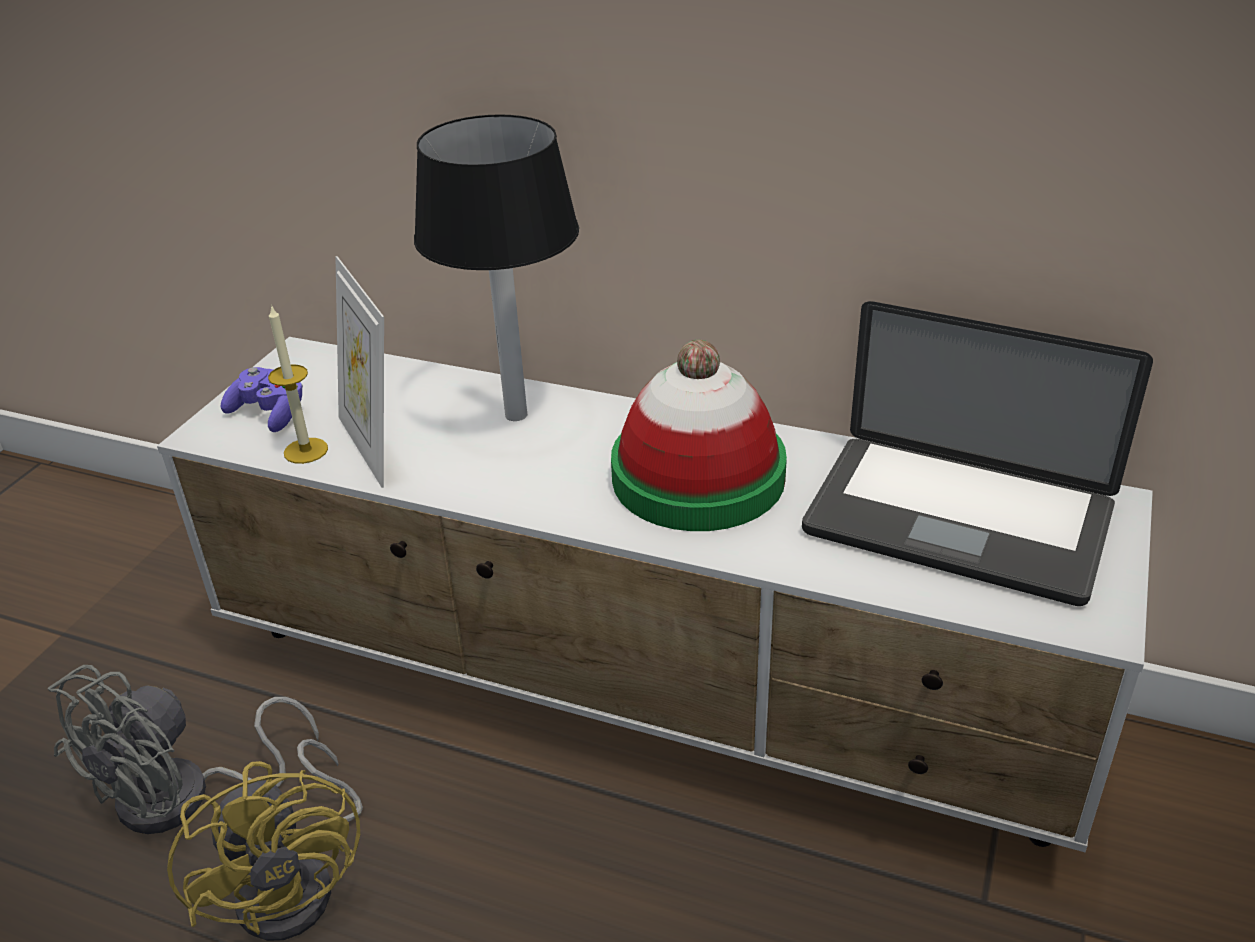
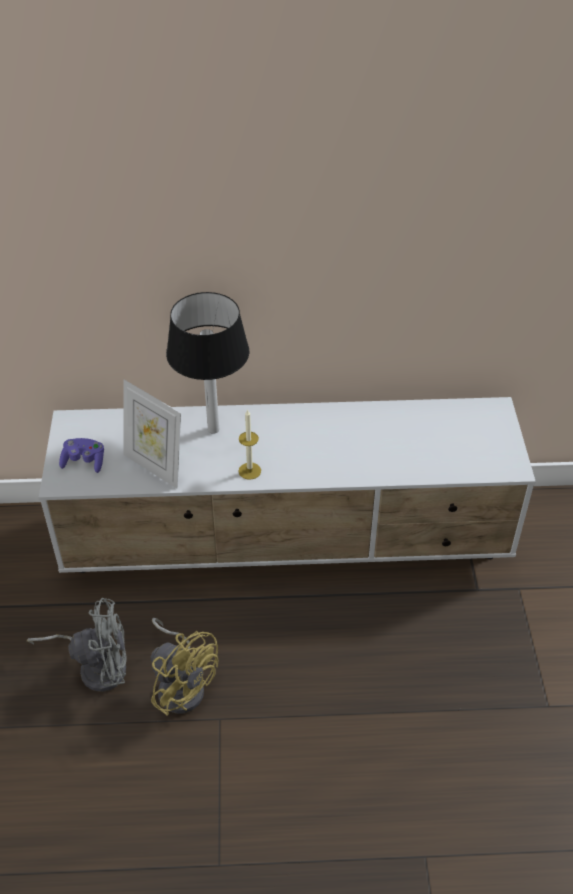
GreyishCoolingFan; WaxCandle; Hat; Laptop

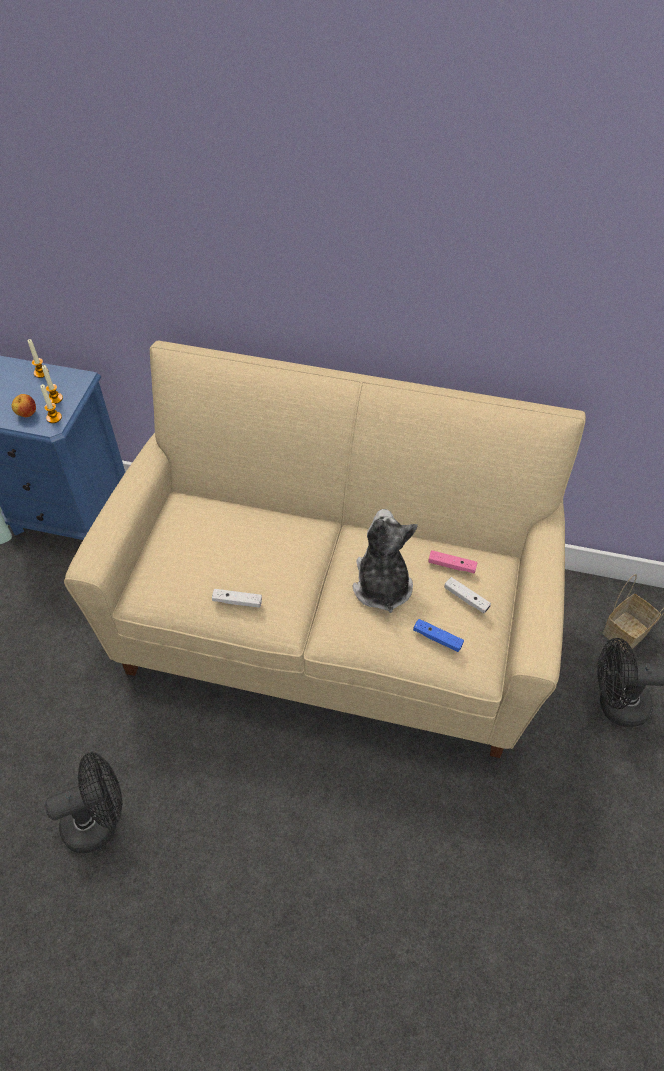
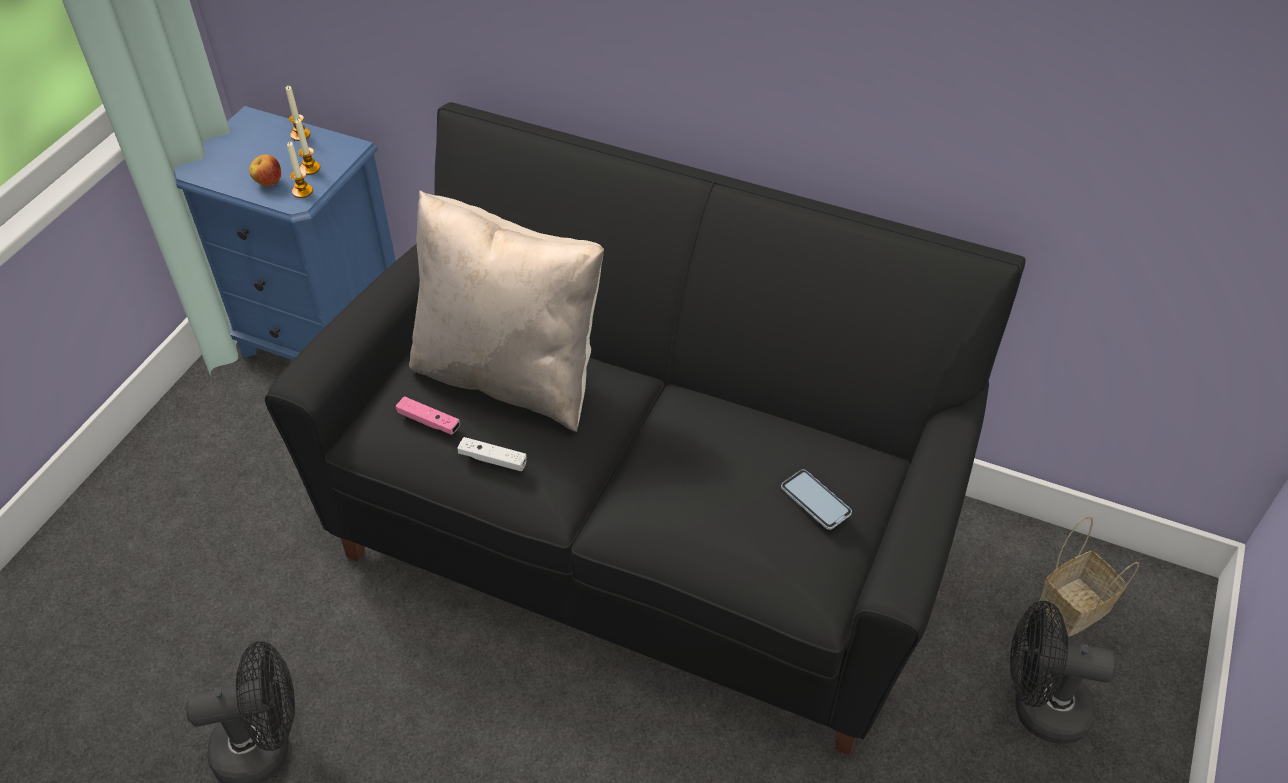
BlackCouch; PinkishGamepad; BeigeColouredCushion; Handset; SoftToy; BlueColouredGamepad

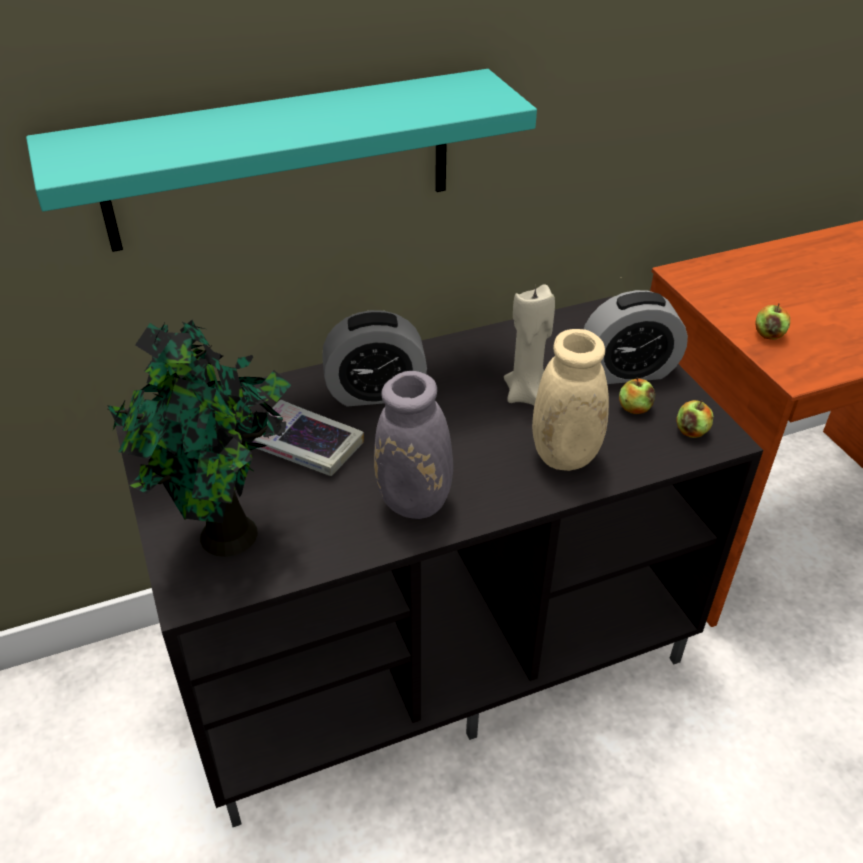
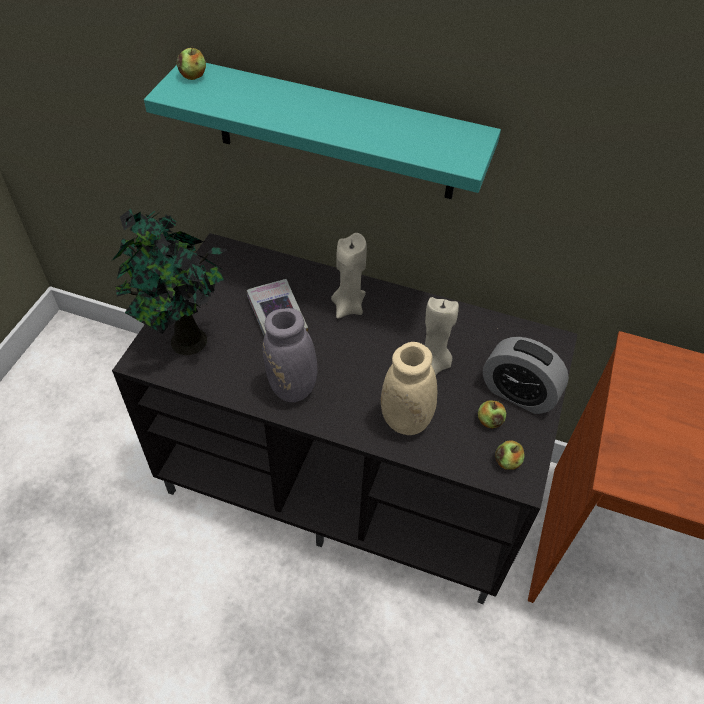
AppleFruit (no. 1 from left); BeigeColouredWaxCandle (no. 1 from left)

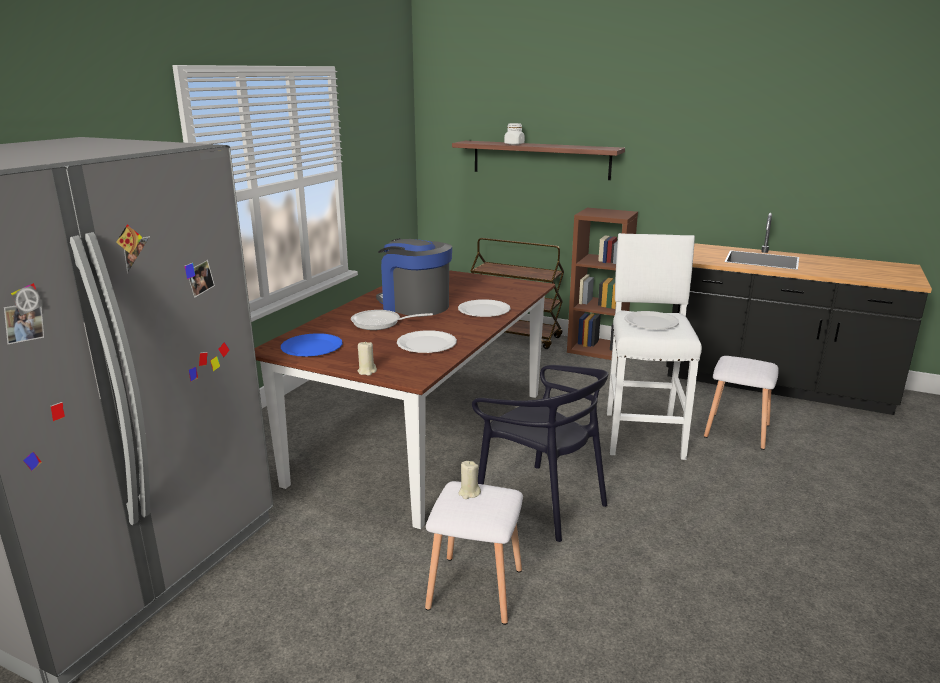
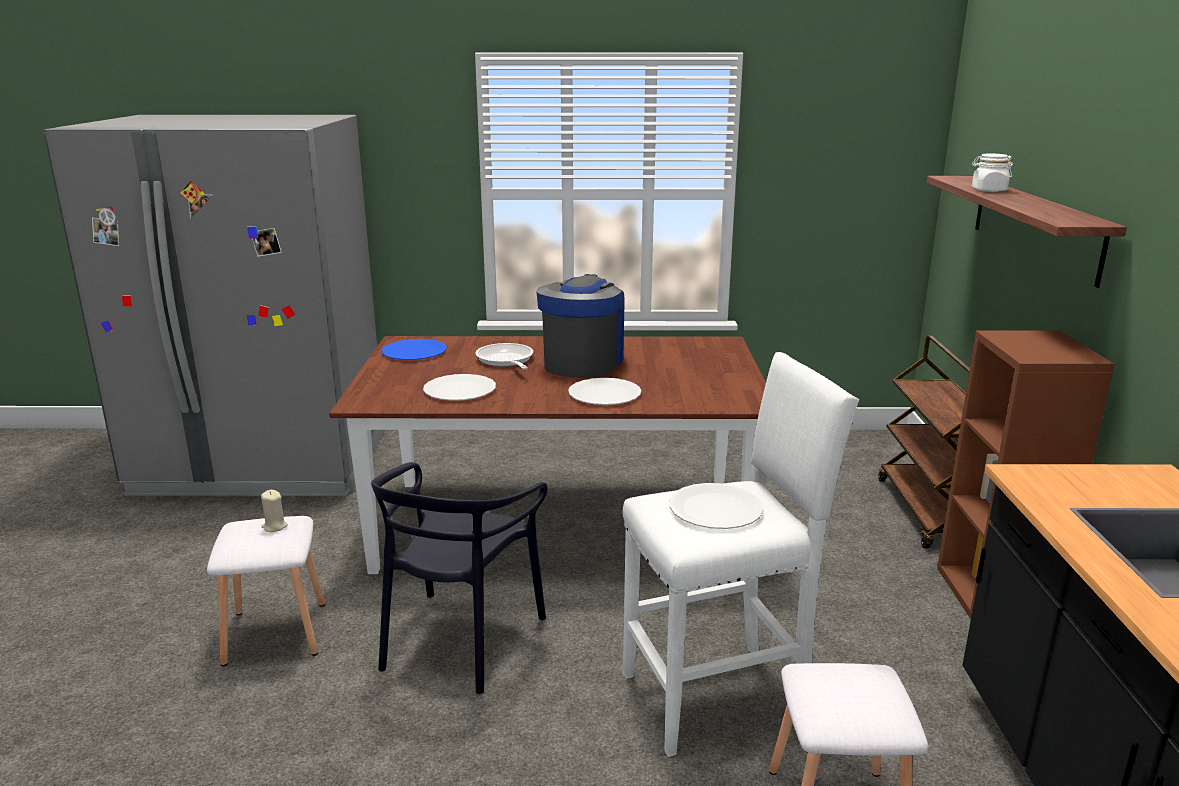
BeigeColouredWaxCandle (no. 1 from left in the first image)

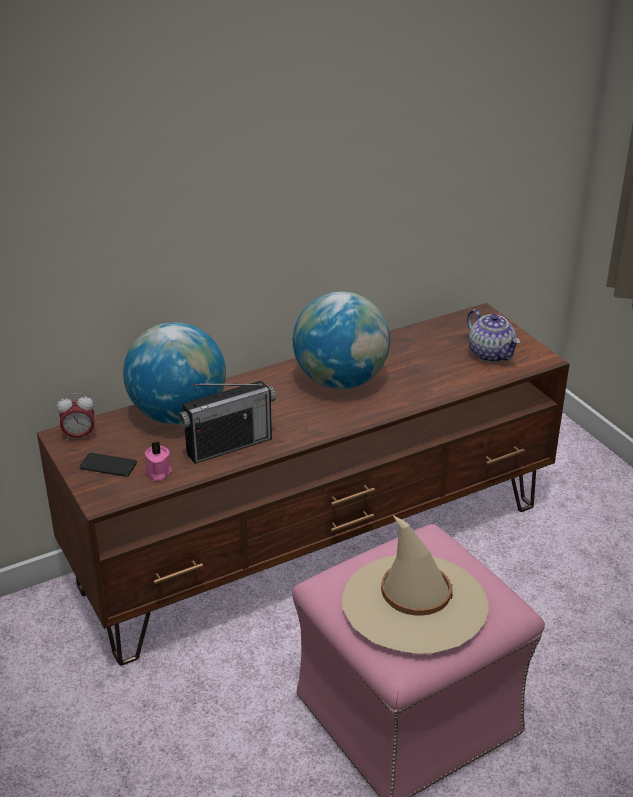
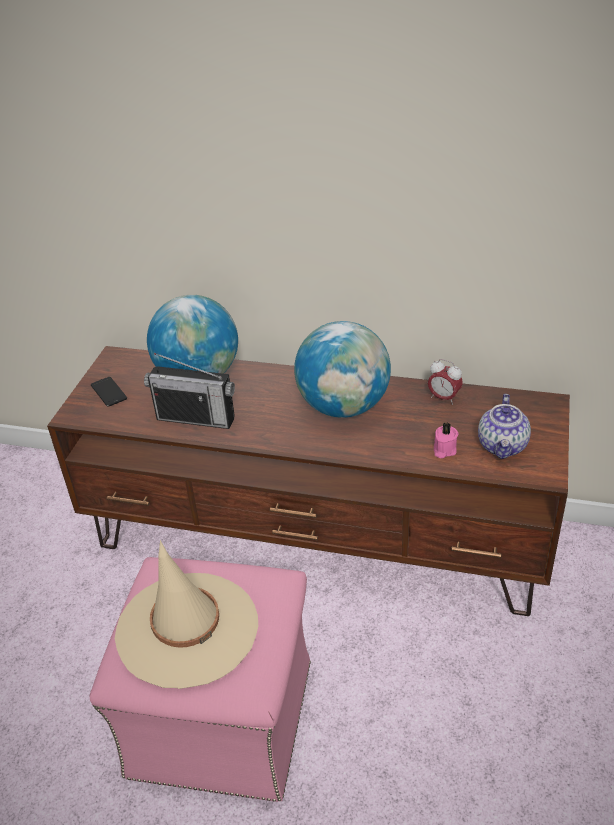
BedsideClock; PinkishWaxCandle

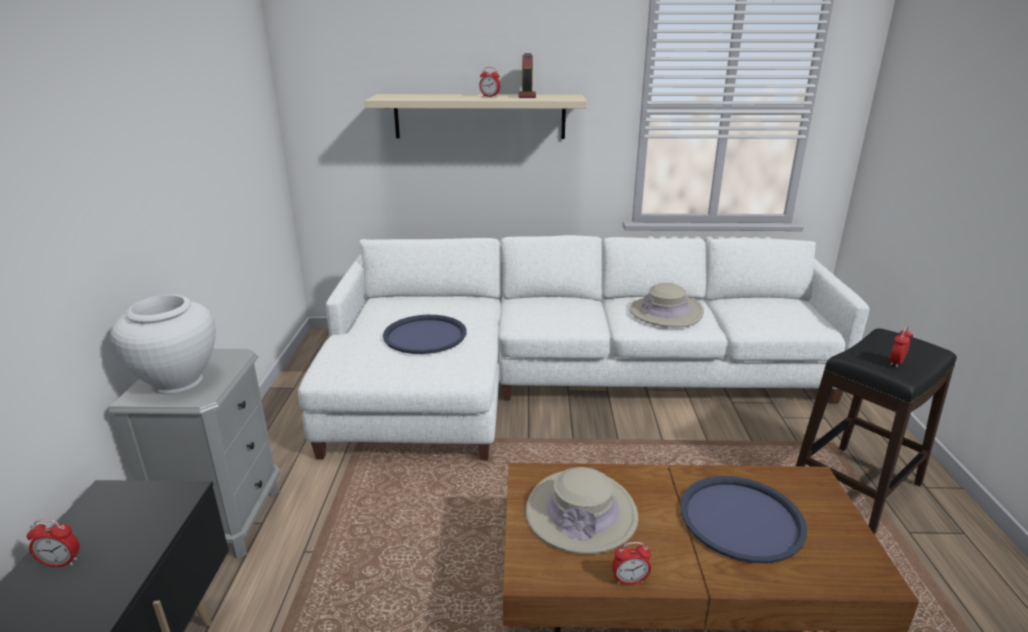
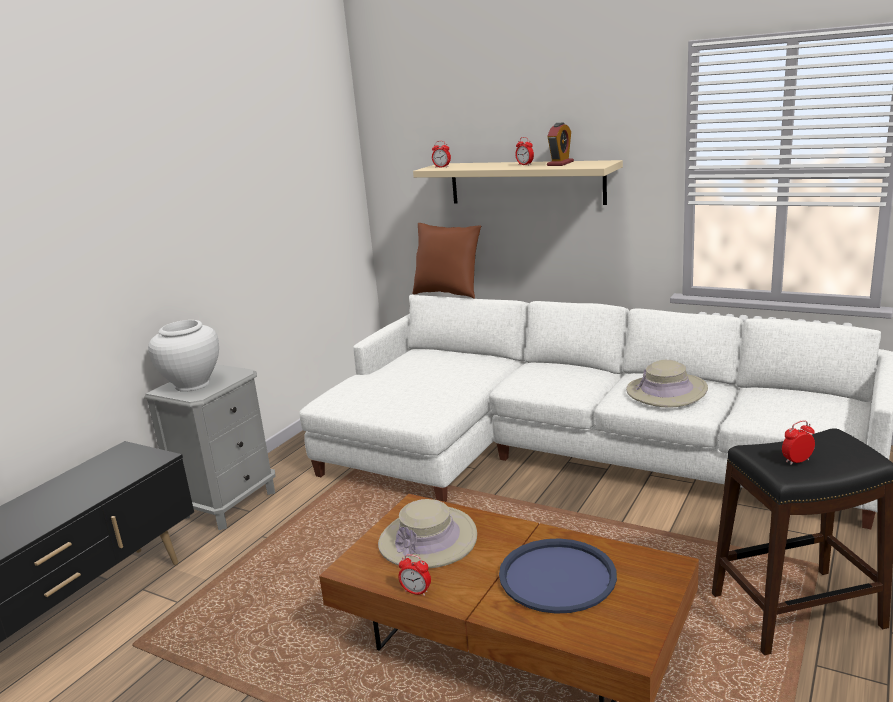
BrownCushion; BedsideClock (no. 2 from left); BlueColouredCarryingTray (no. 1 from left in the first image)

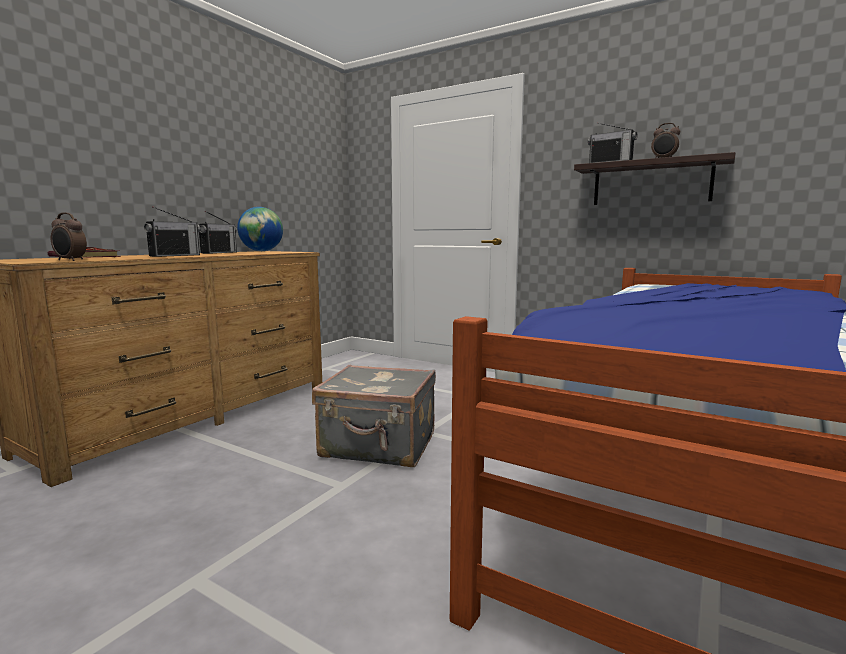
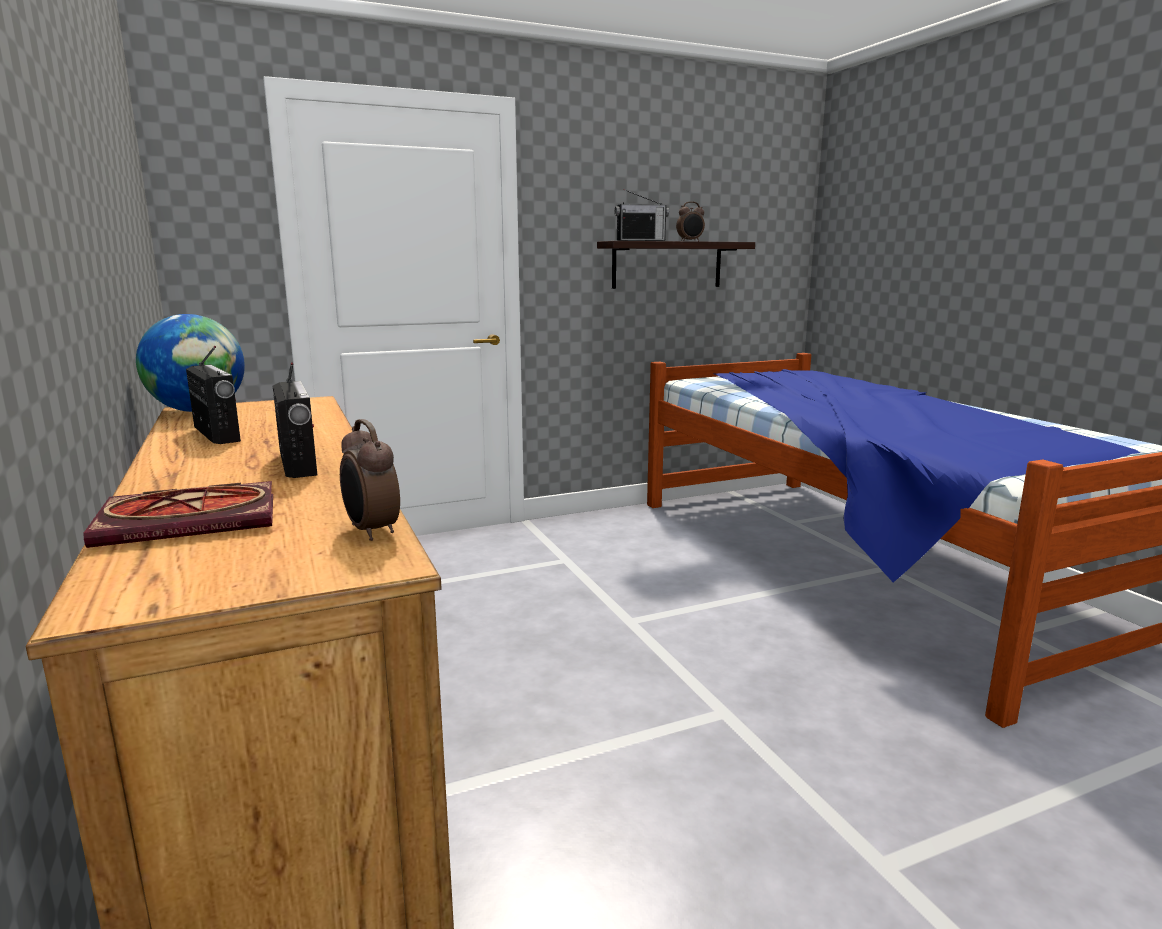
BedsideClock (no. 1 from left); GreyishSuitcase

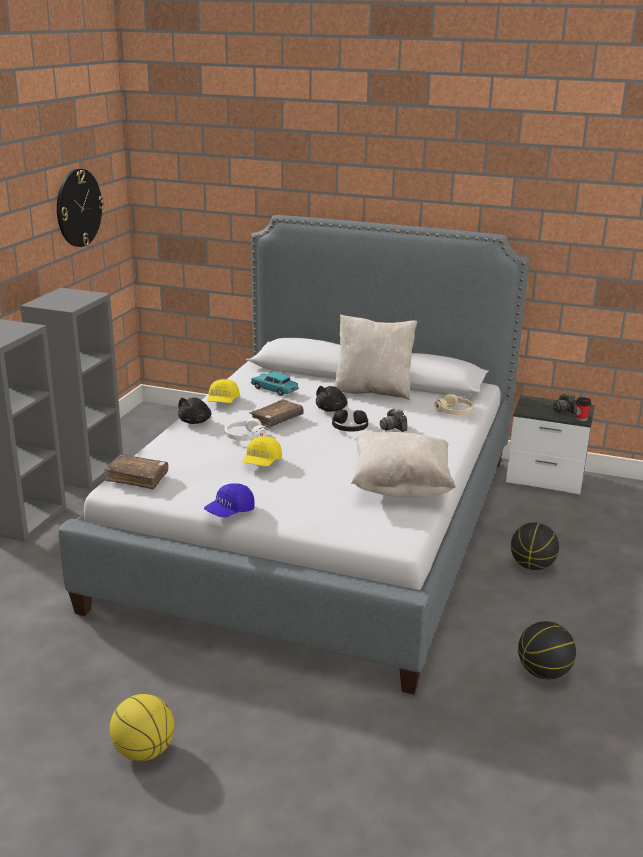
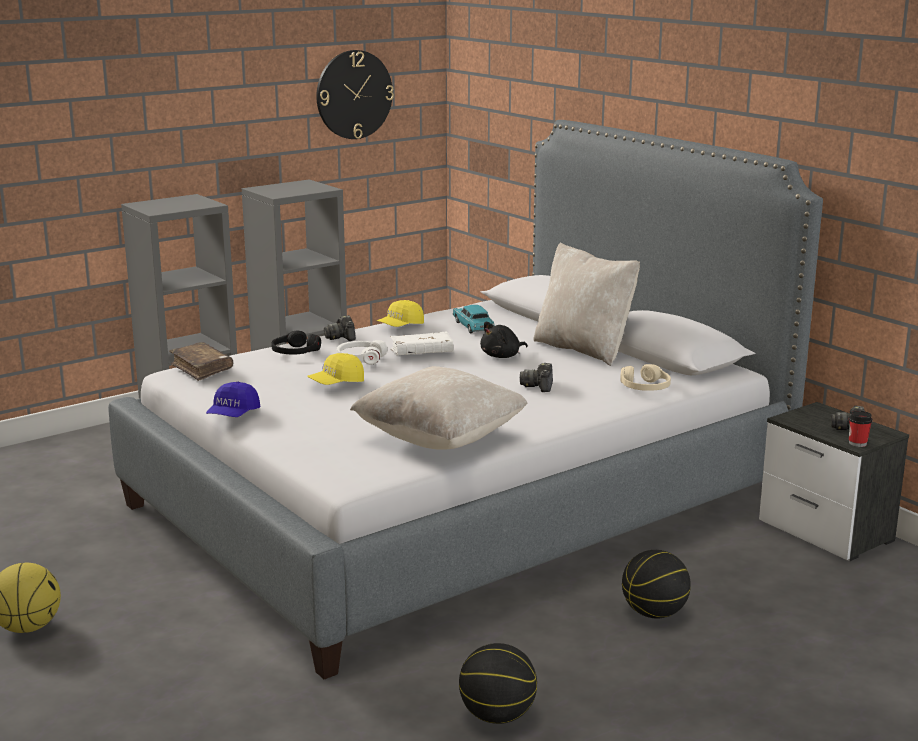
BlueColouredCap; BlackPairOfHeadphones; PhotoCamera (no. 1 from left); WhitishVolume

